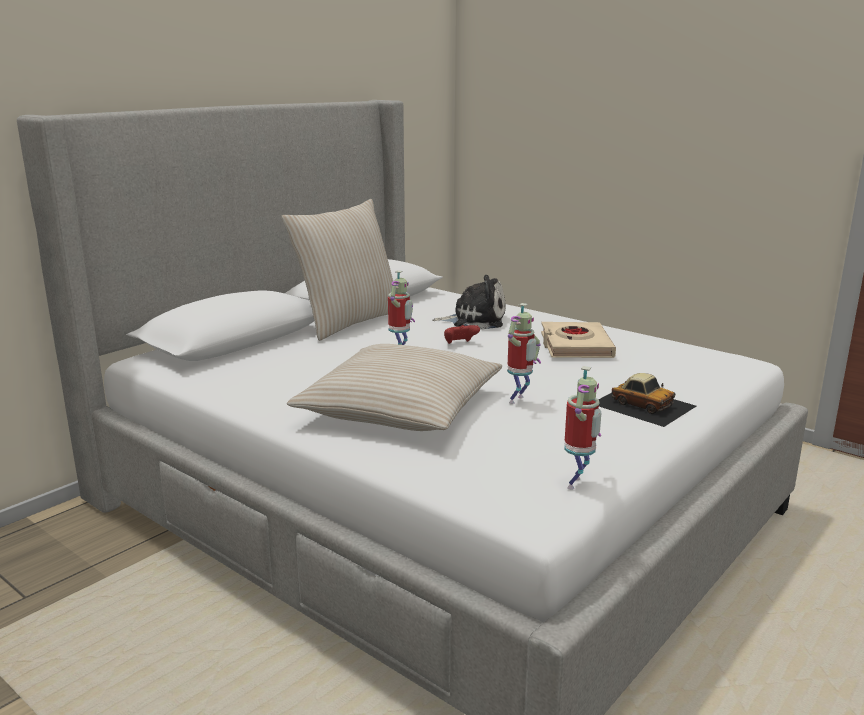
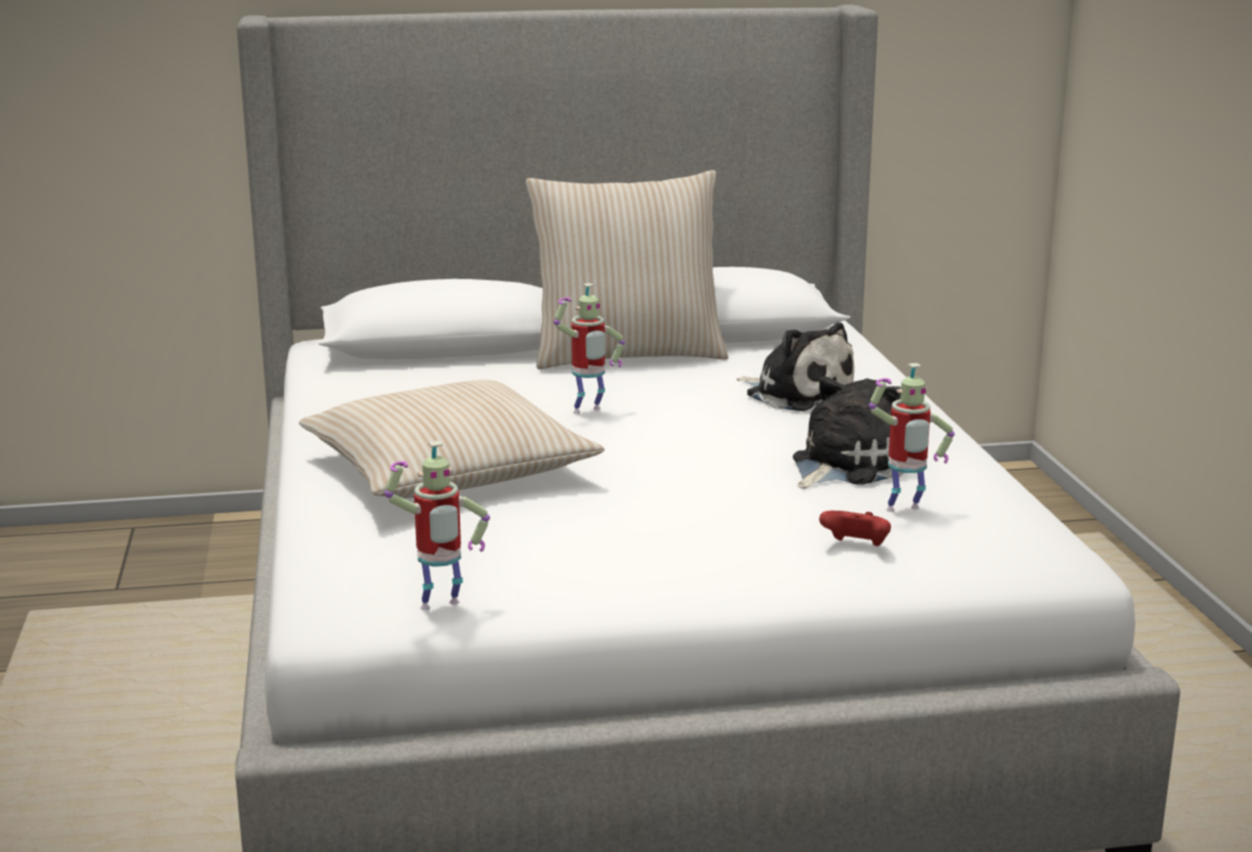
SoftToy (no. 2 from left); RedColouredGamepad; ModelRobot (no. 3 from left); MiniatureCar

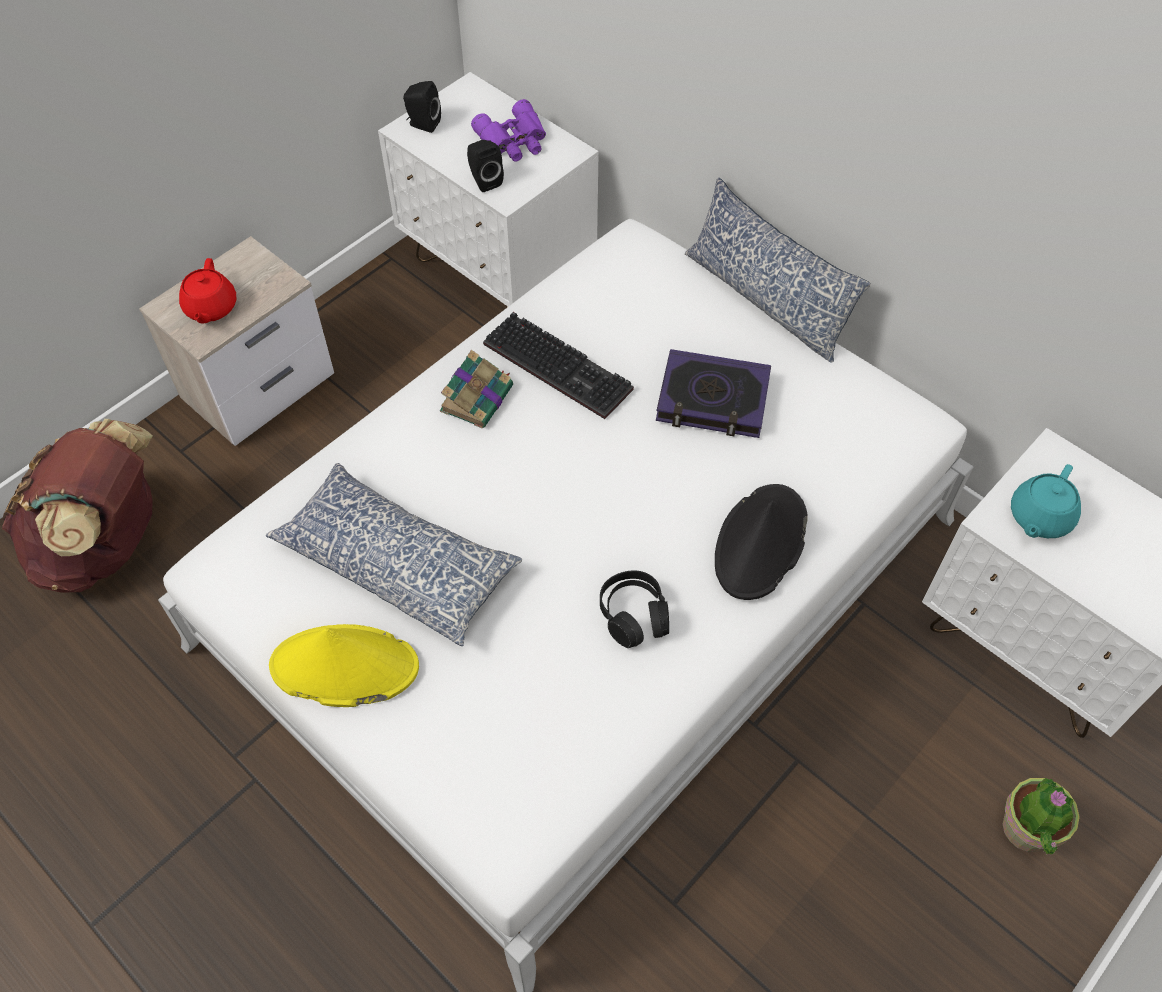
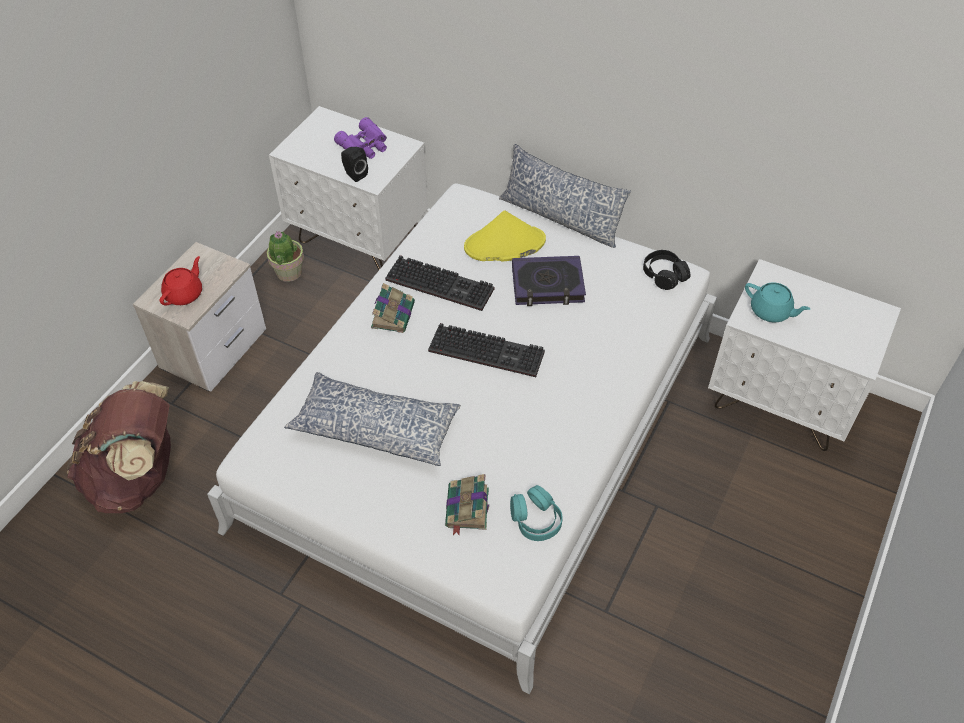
RedColouredTeaPot; Houseplant; Keyboard (no. 2 from left); Volume (no. 2 from left); YellowishHat; TurquoisePairOfHeadphones; BlackPairOfHeadphones; TurquoiseTeaPot; BlackSpeaker (no. 1 from left in the first image); BlackHat

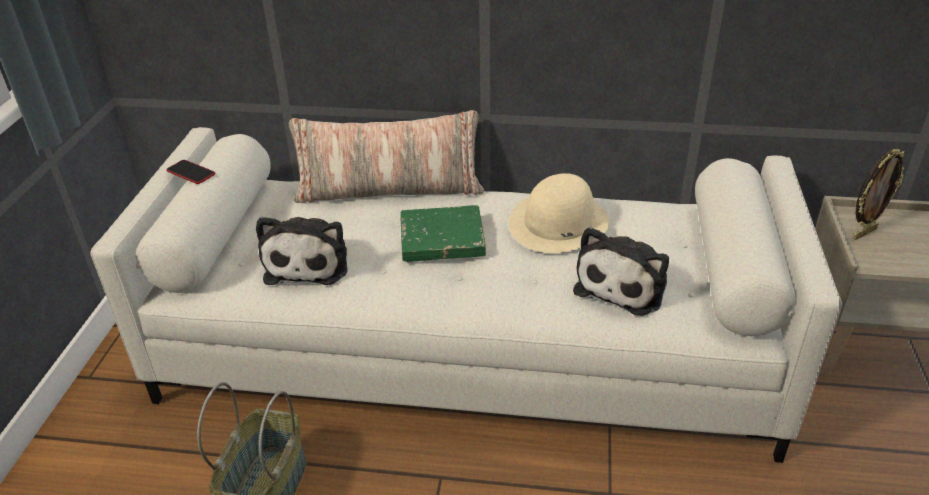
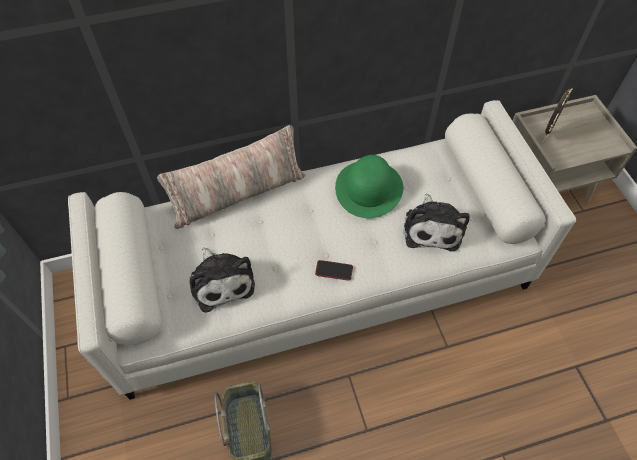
Handset; GreenishHat; GreenishVolume

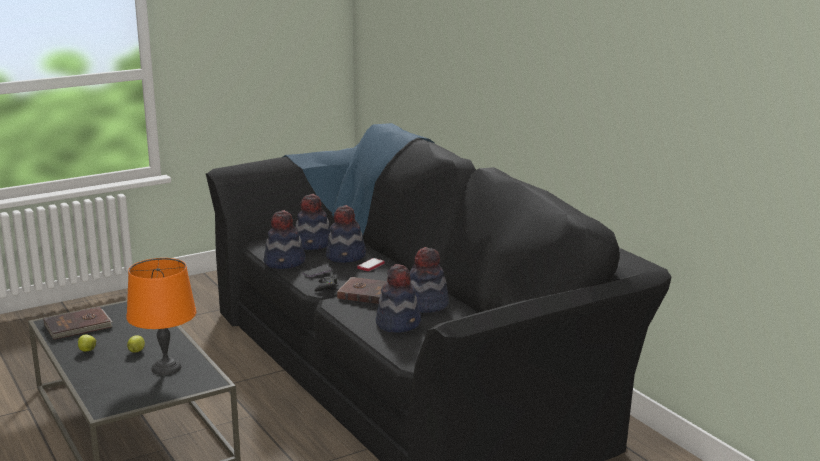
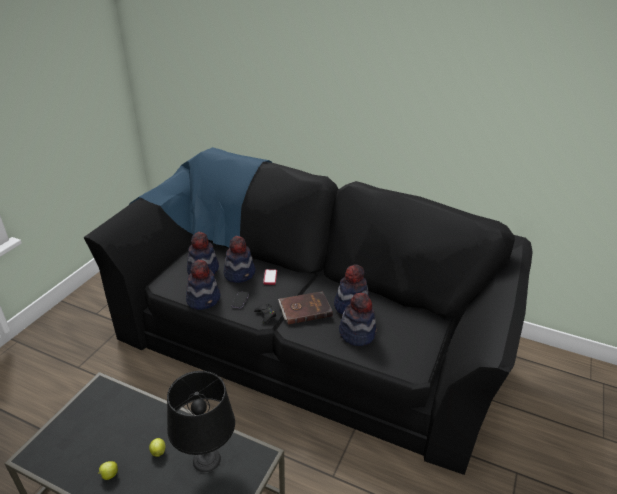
BlackTableLamp; BrownVolume (no. 1 from left in the first image)

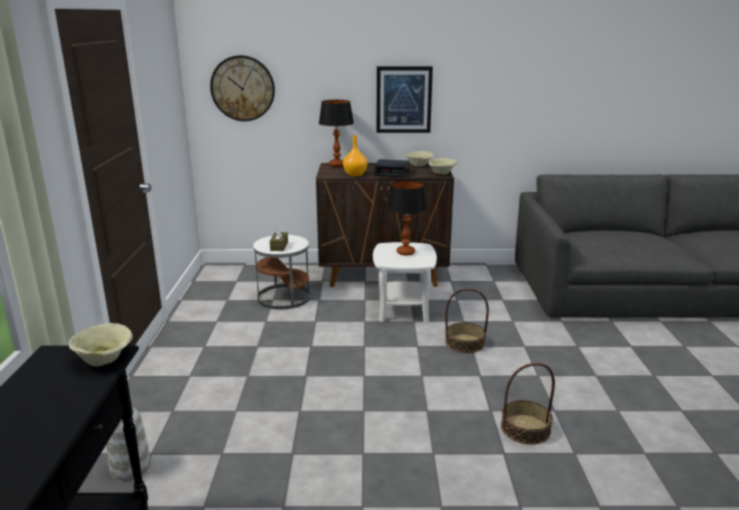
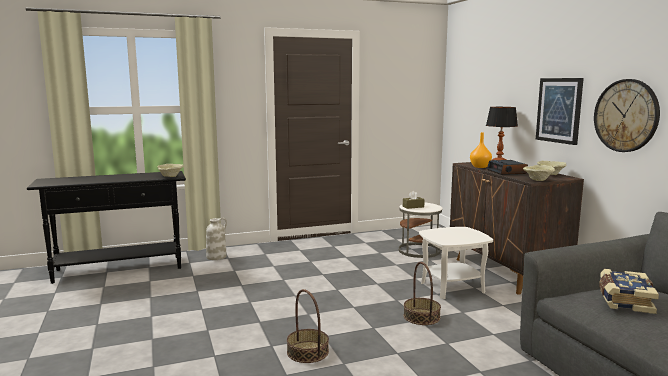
HangingClock; Volume; TableLamp (no. 2 from left in the first image)

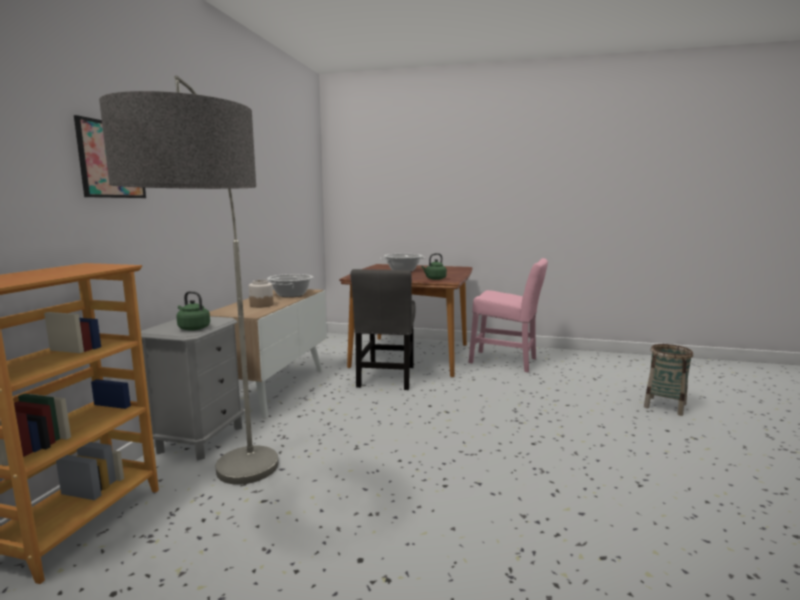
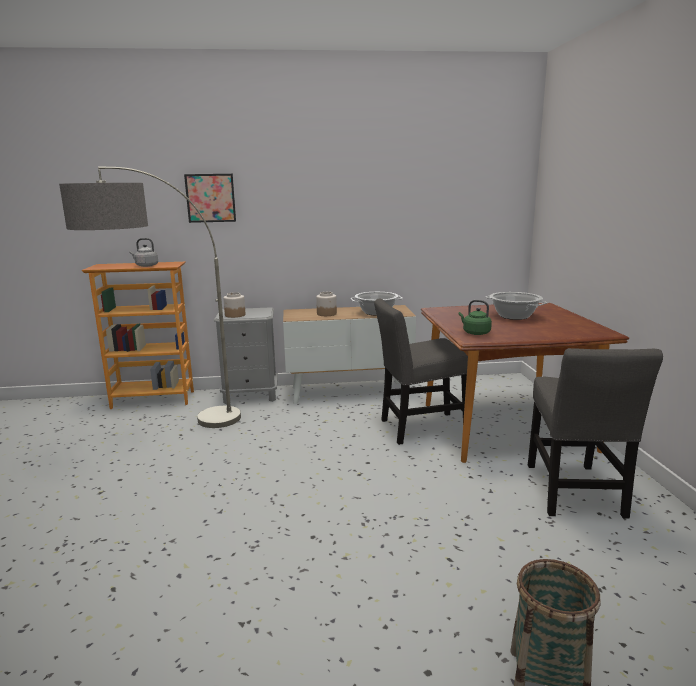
GreyishTeaKettle; Jar (no. 1 from left); GreyishUprightChair (no. 2 from left)

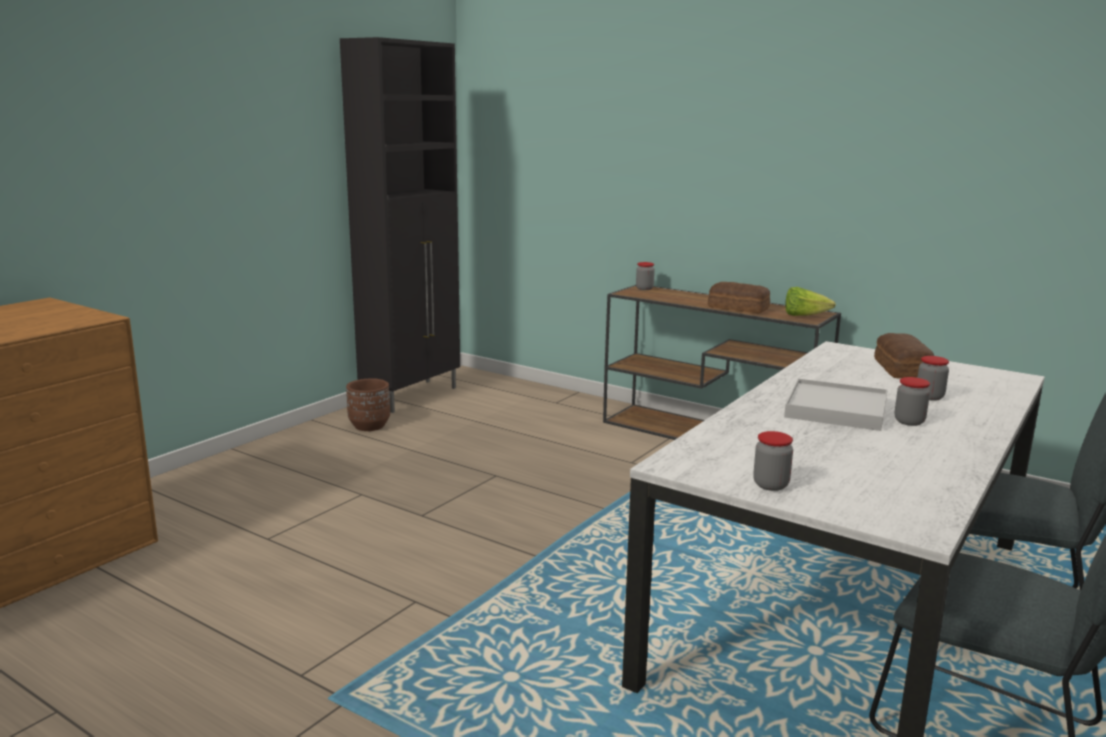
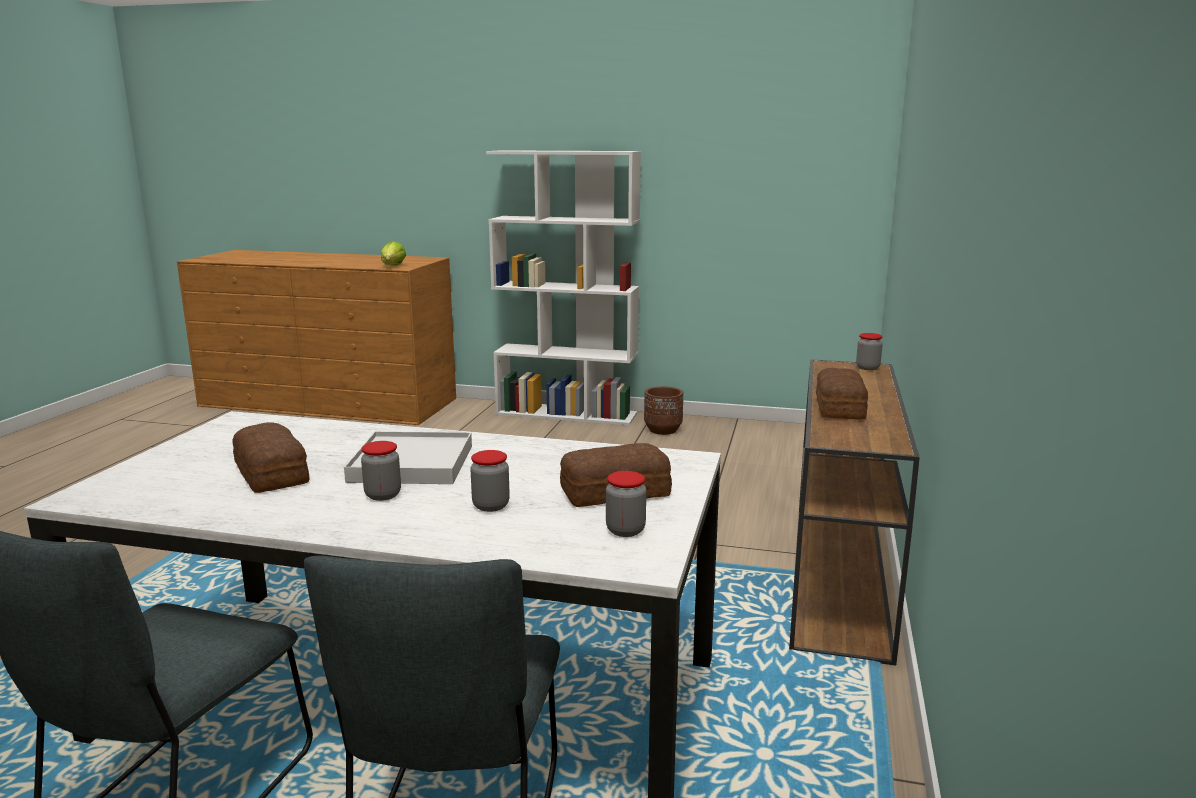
BakeryBread (no. 1 from left); HeadOfLettuce; WhitishBookshelf; Jar (no. 3 from left); BlackCupboard

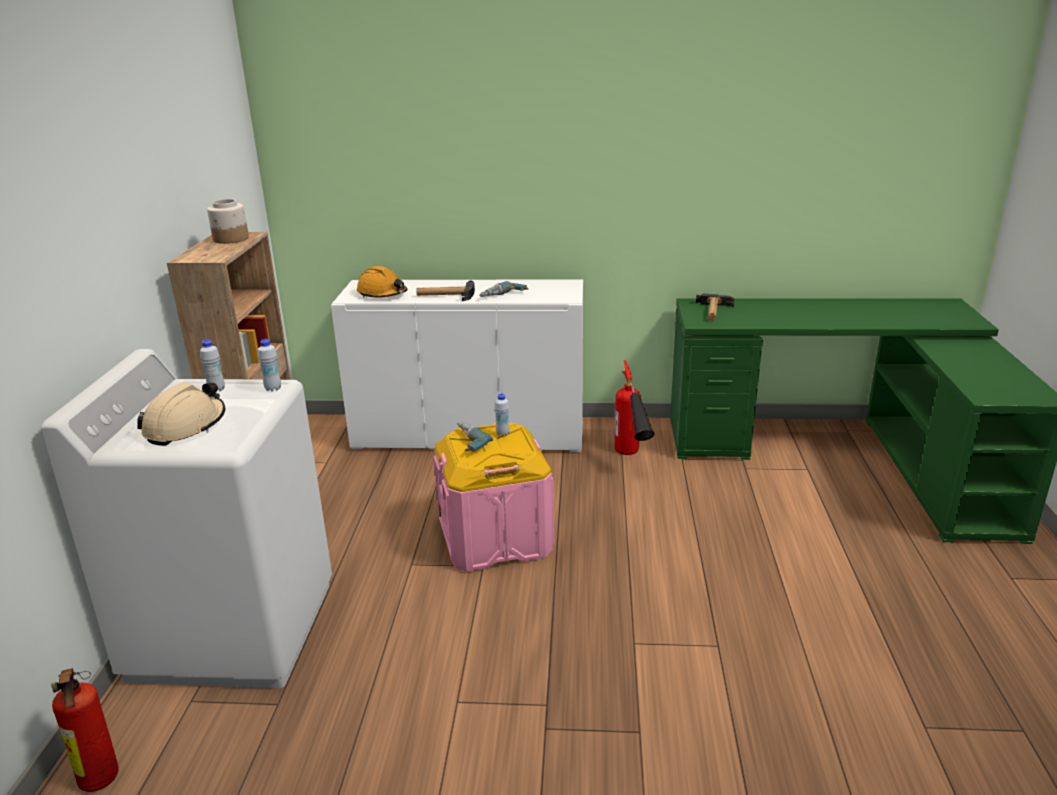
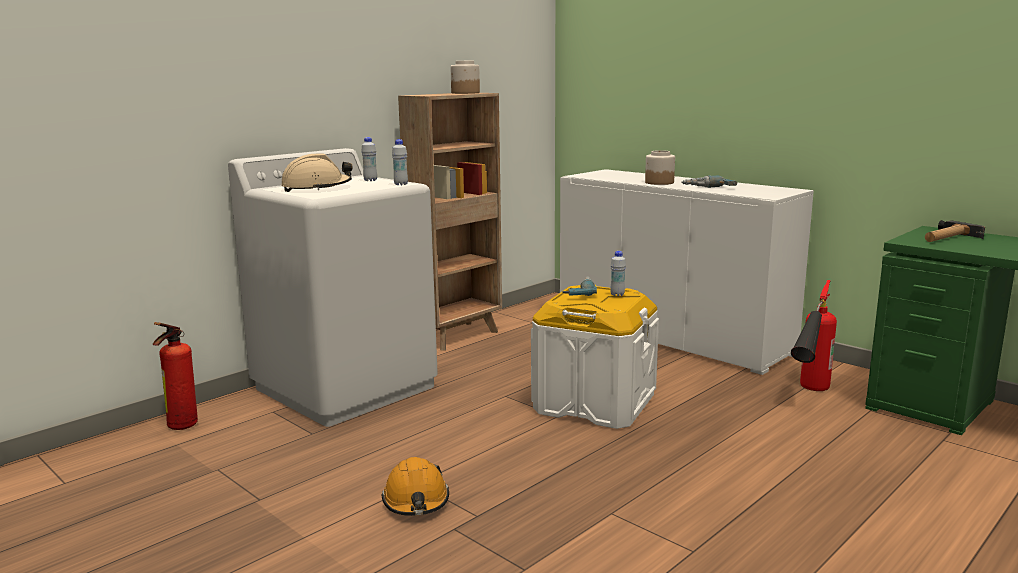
OrangeColouredHardHat; WhitishStorageContainer; Jar (no. 2 from left)

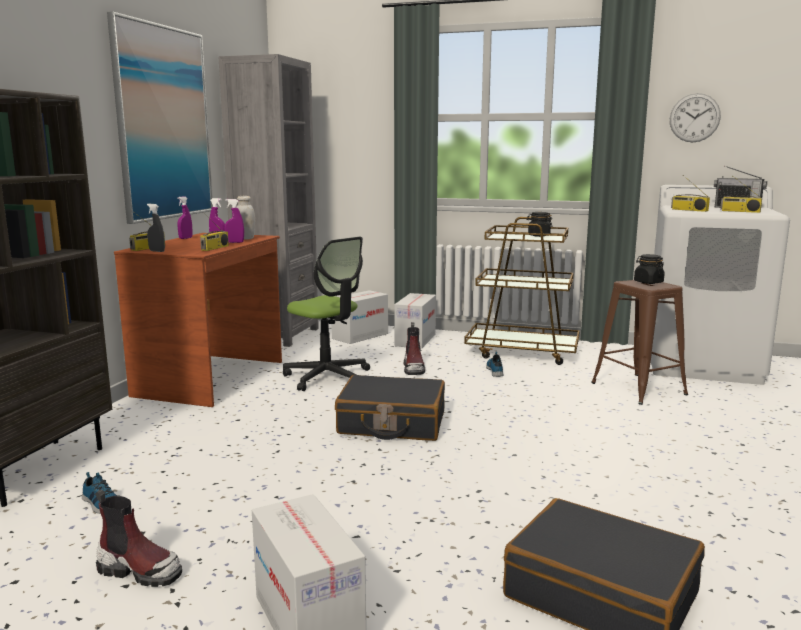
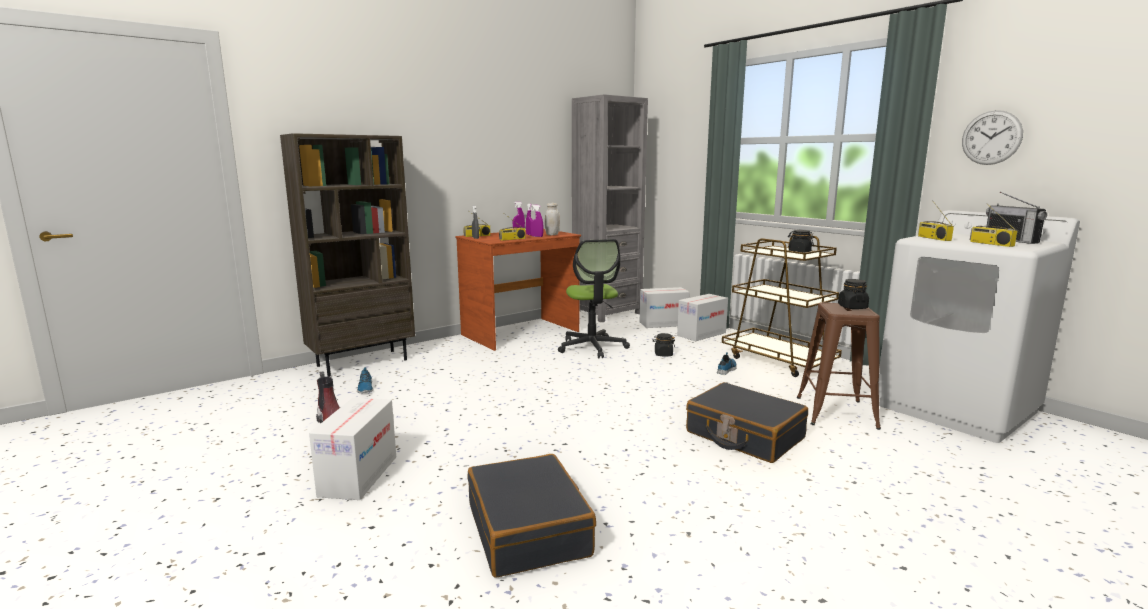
BlackJar (no. 1 from left); BlackSuitcase (no. 2 from left); WallArt

